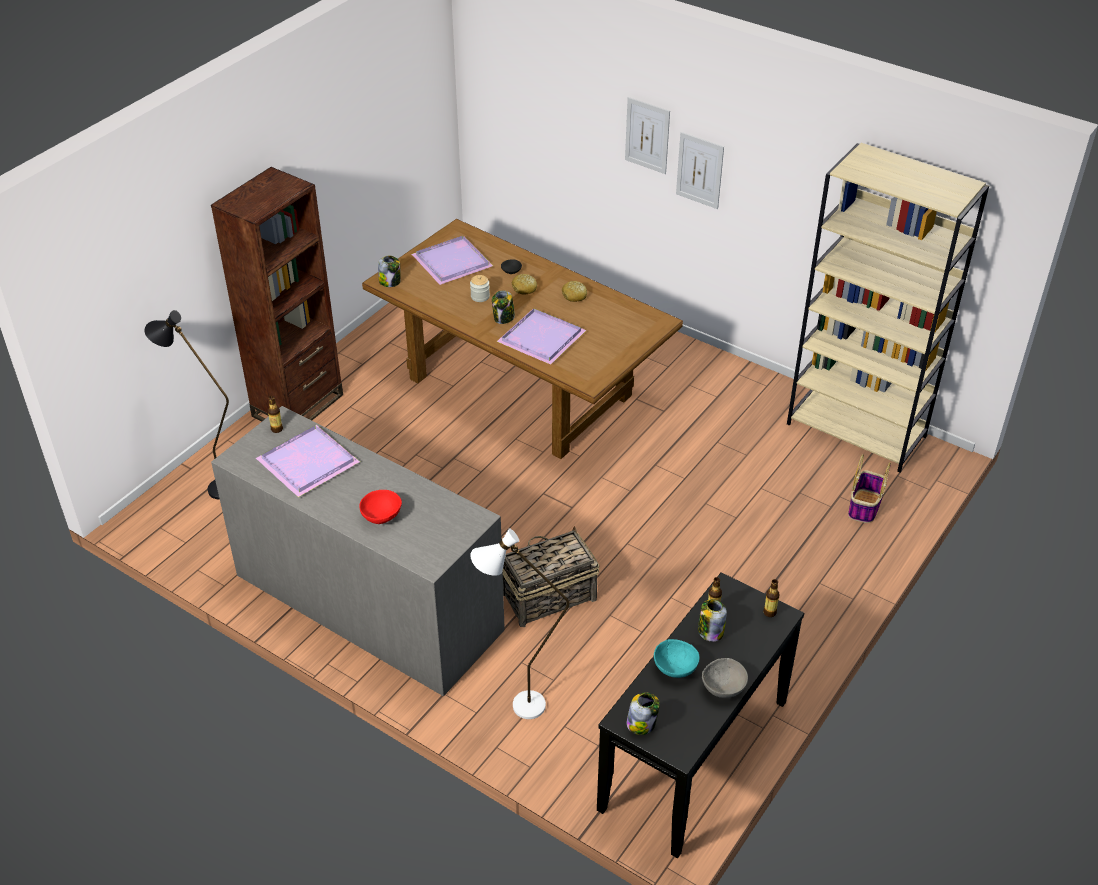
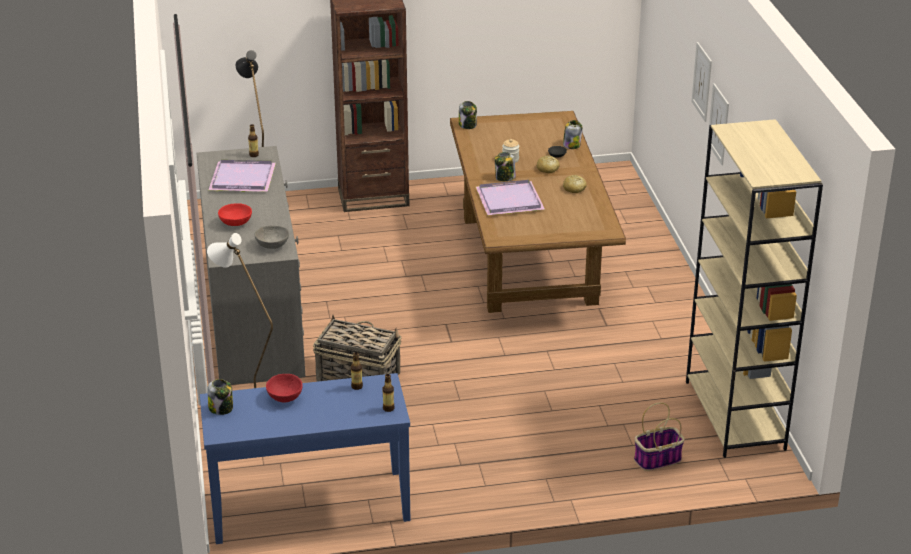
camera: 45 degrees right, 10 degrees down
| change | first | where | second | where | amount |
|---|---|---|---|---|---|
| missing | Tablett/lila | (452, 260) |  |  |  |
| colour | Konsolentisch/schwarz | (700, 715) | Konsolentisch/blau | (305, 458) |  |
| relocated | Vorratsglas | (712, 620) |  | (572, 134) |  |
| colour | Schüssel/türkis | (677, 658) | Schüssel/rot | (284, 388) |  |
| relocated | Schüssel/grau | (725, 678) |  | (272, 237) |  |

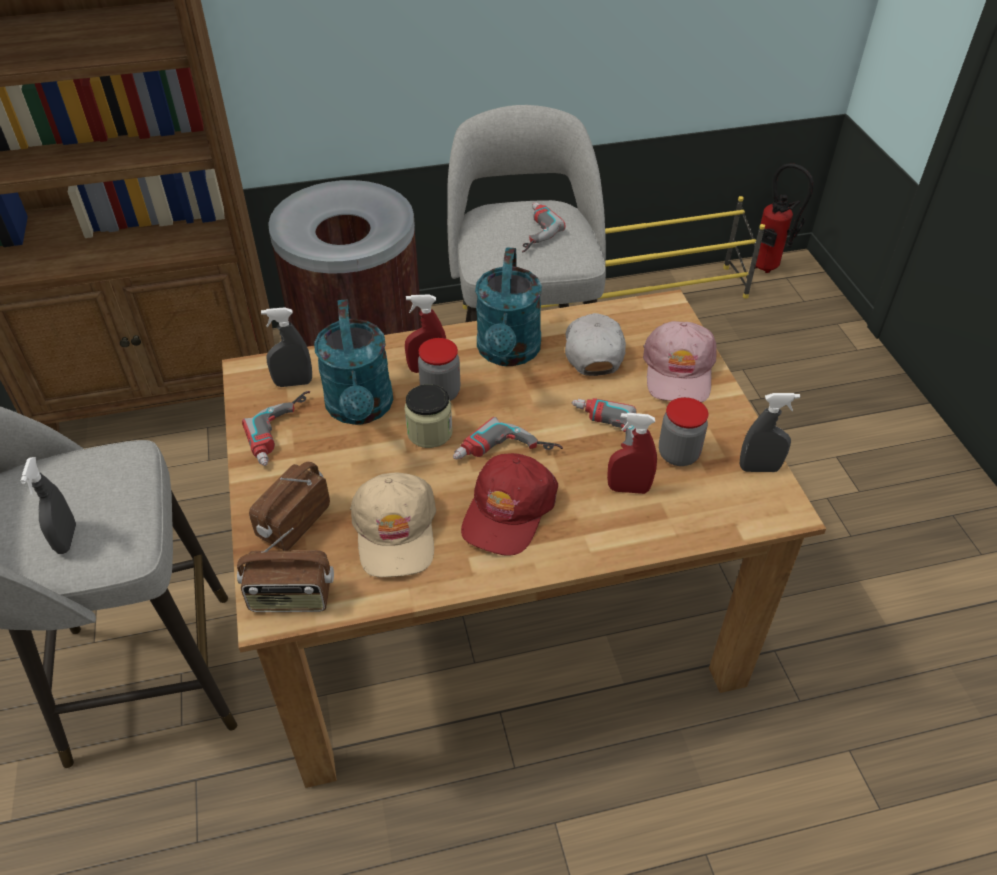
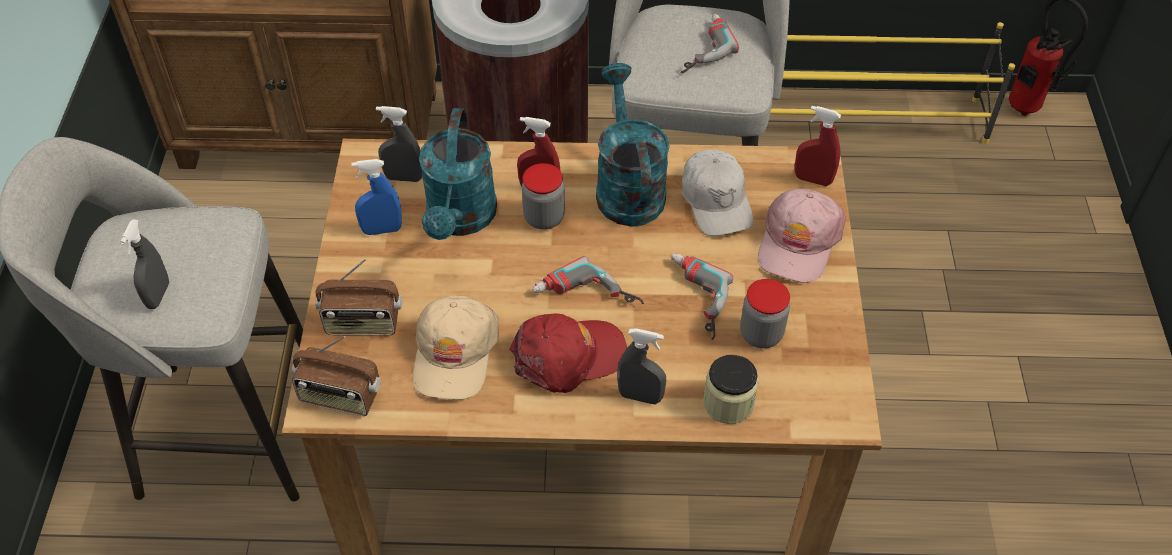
camera: 15 degrees right, 5 degrees up
| change | first | where | second | where | amount |
|---|---|---|---|---|---|
| spun | Gießkanne/türkis | (508, 306) |  | (633, 145) | 150 degrees clockwise |
| spun | Kappe/weiß | (595, 344) |  | (718, 192) | 150 degrees clockwise |
| relocated | Vorratsglas | (429, 416) |  | (730, 389) |  |
| exchanged | Bohrmaschine | (276, 428) | Sprühflasche/blau | (376, 197) |  |
| relocated | Sprühflasche/grau | (770, 432) |  | (641, 366) |  |
| relocated | Sprühflasche/rot | (632, 453) |  | (818, 146) |  |
| spun | Kappe/rot | (509, 504) |  | (568, 353) | 150 degrees counterclockwise |
| spun | Radio | (289, 506) |  | (358, 297) | 135 degrees counterclockwise |

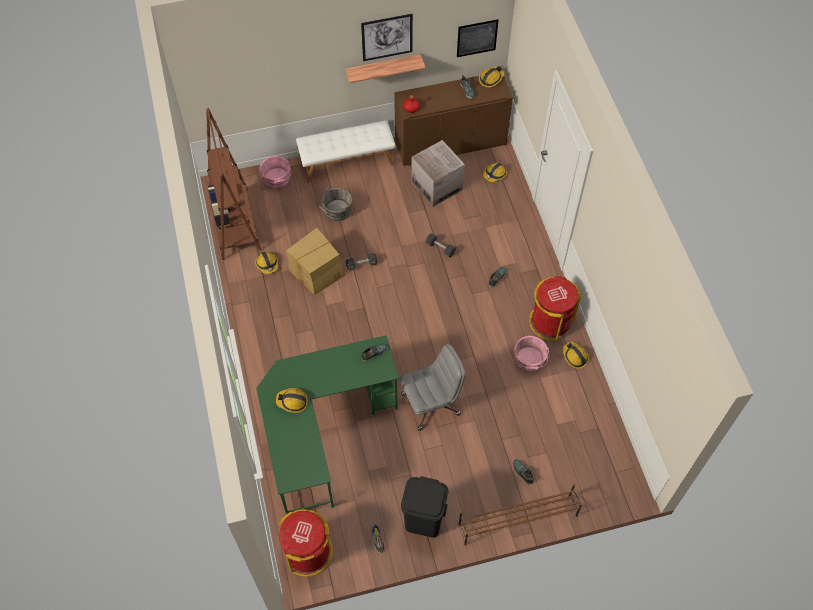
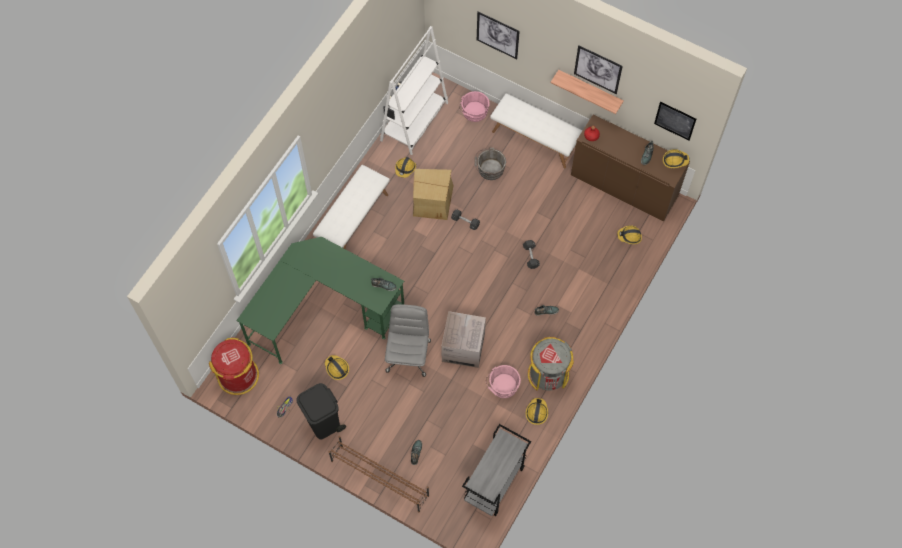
camera: 45 degrees right, 5 degrees up
| change | first | where | second | where | amount |
|---|---|---|---|---|---|
| colour | Bücherregal/braun | (234, 184) | Bücherregal/weiß | (414, 90) |  |
| relocated | Karton | (438, 173) |  | (463, 339) |  |
| colour | Mülleimer/rot | (555, 308) | Mülleimer/grau | (551, 363) |  |
| spun | Bürostuhl/grau | (433, 387) |  | (408, 340) | 105 degrees counterclockwise |
| relocated | Schutzhelm | (292, 400) |  | (337, 367) |  |
| appeared |  |  | Bild | (498, 35) |  |
| appeared |  |  | Bank/weiß | (351, 207) |  |
| appeared |  |  | Rollwagen/grau | (496, 470) |  |

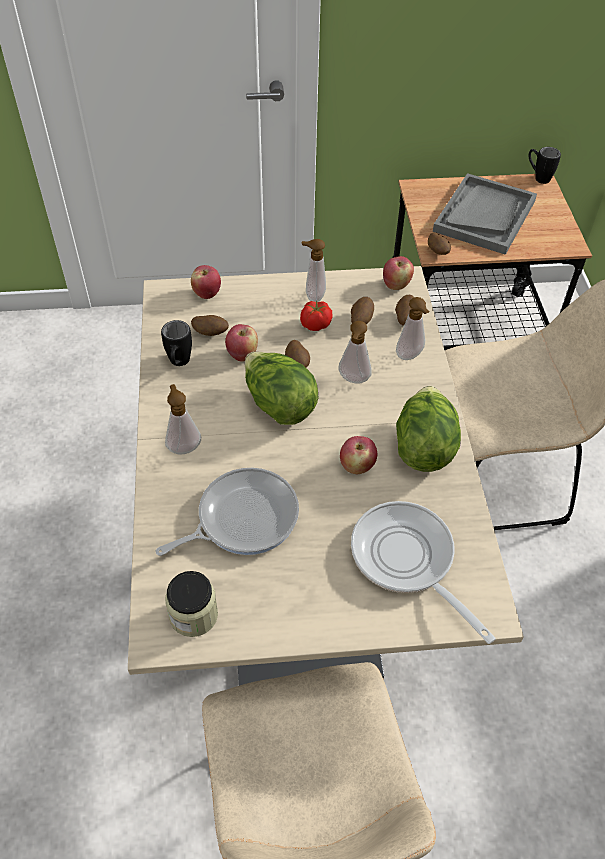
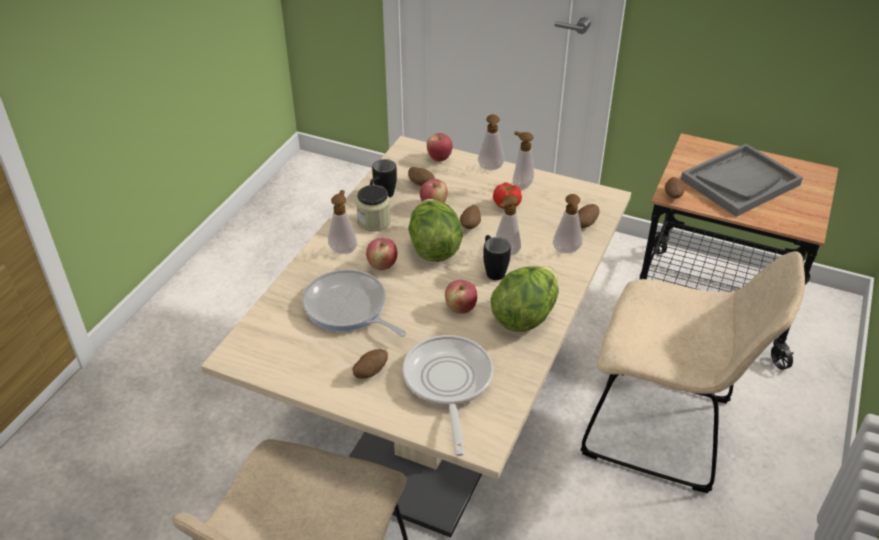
camera: 30 degrees right, 10 degrees down
| change | first | where | second | where | amount |
|---|---|---|---|---|---|
| relocated | Henkelbecher/schwarz | (545, 165) |  | (497, 257) |  |
| relocated | Apfel | (398, 273) |  | (381, 254) |  |
| relocated | Kartoffel | (362, 310) |  | (370, 364) |  |
| spun | Pfanne | (227, 512) |  | (354, 303) | 135 degrees counterclockwise |
| relocated | Vorratsglas | (191, 604) |  | (373, 208) |  |
| appeared |  |  | Seifenspender | (491, 142) |  |

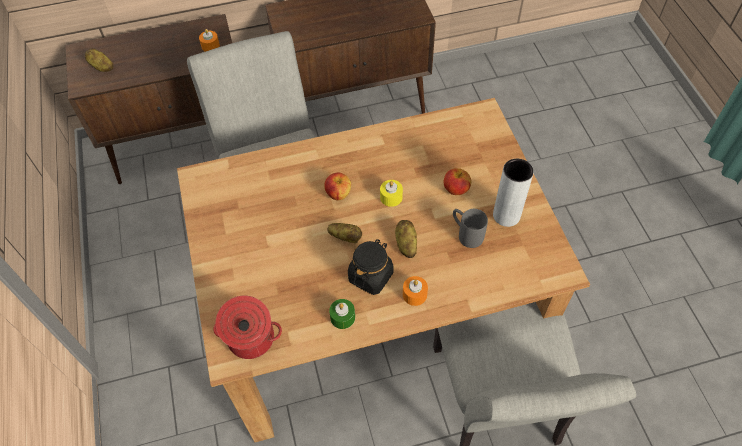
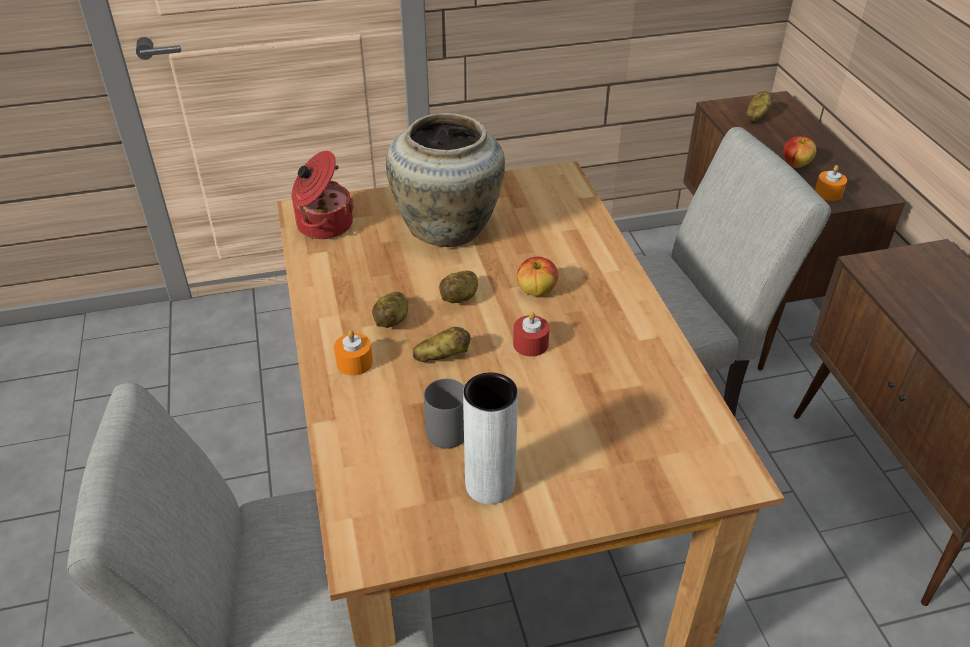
camera: 90 degrees right, 15 degrees down
| change | first | where | second | where | amount |
|---|---|---|---|---|---|
| relocated | Apfel | (457, 181) |  | (800, 152) |  |
| colour | Kerze/gelb | (391, 193) | Kerze/rot | (531, 334) |  |
| exchanged | Vorratsglas/schwarz | (371, 267) | Kartoffel | (390, 310) |  |
| missing | Kerze/grün | (342, 314) |  |  |  |
| appeared |  |  | Vase/beige | (445, 180) |  |

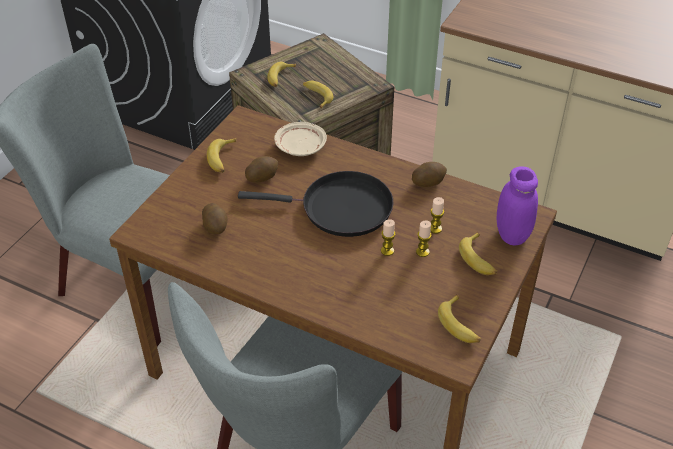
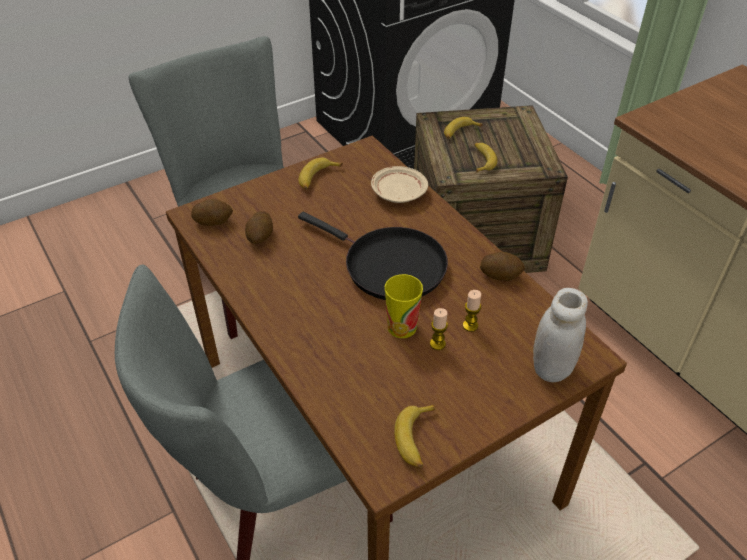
camera: 30 degrees right, 0 degrees up
| change | first | where | second | where | amount |
|---|---|---|---|---|---|
| relocated | Kartoffel | (261, 169) |  | (212, 212) |  |
| colour | Vorratsglas/lila | (517, 206) | Vorratsglas/weiß | (560, 335) |  |
| exchanged | Kerze | (388, 237) | Tasse | (404, 306) |  |
| missing | Banane | (478, 253) |  |  |  |

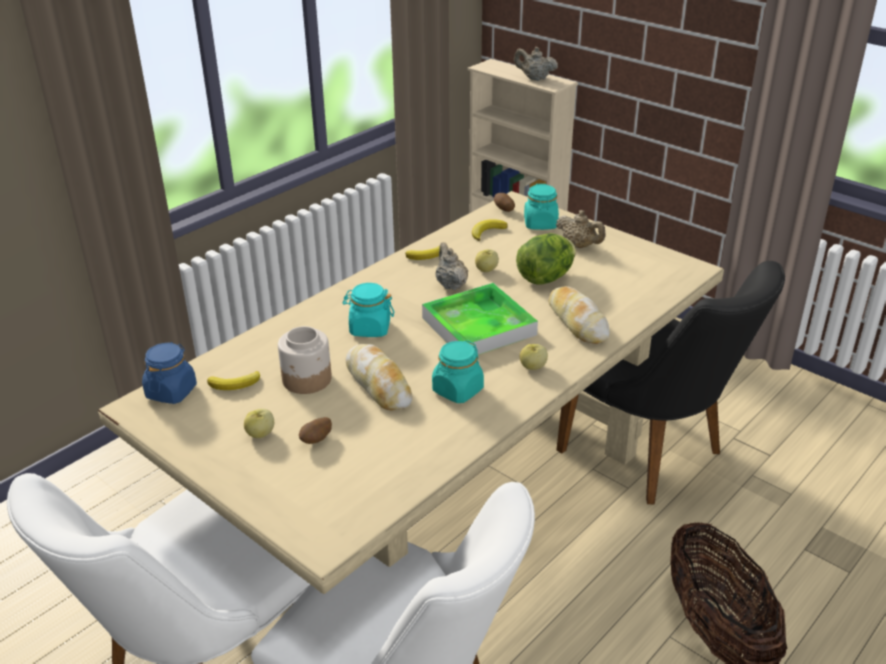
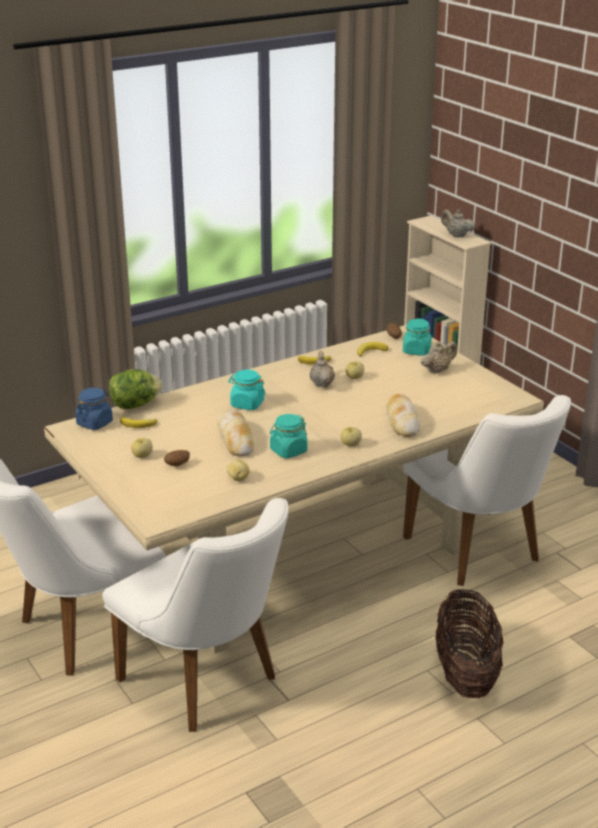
camera: 15 degrees right, 5 degrees down
| change | first | where | second | where | amount |
|---|---|---|---|---|---|
| spun | Teekanne/beige | (580, 229) |  | (439, 357) | 90 degrees counterclockwise |
| relocated | Salatkopf | (546, 258) |  | (135, 389) |  |
| colour | Stuhl/schwarz | (670, 382) | Stuhl/weiß | (487, 490) |  |
| missing | Tablett | (480, 319) |  |  |  |
| missing | Vorratsglas | (305, 360) |  |  |  |
| appeared |  |  | Kartoffel | (238, 470) |  |

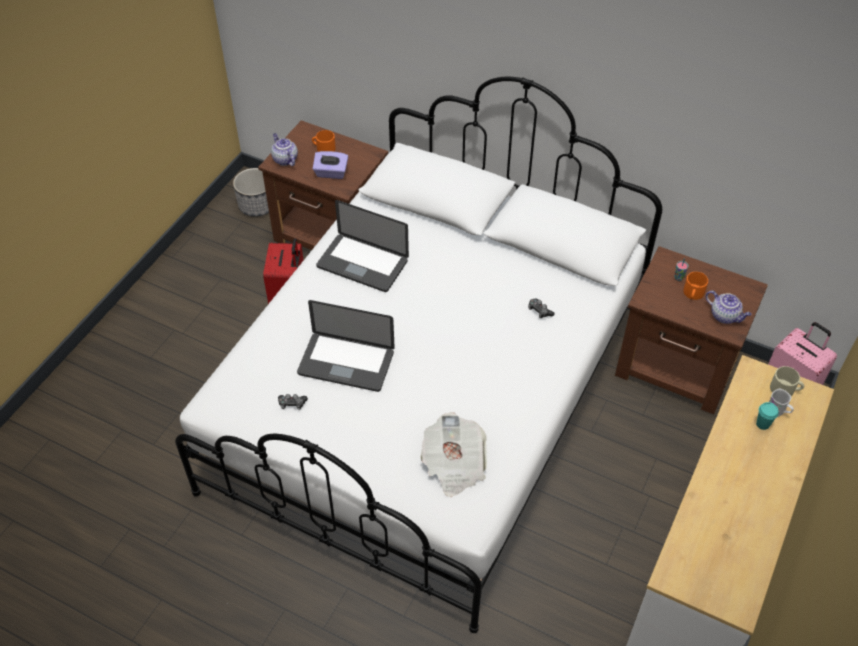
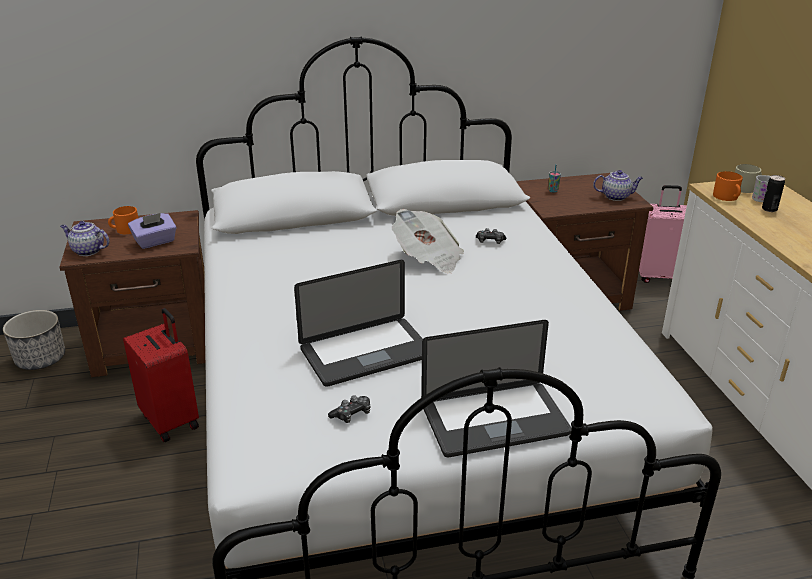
camera: 40 degrees left, 20 degrees down
| change | first | where | second | where | amount |
|---|---|---|---|---|---|
| relocated | Laptop | (362, 246) |  | (496, 388) |  |
| relocated | Henkelbecher/orange | (695, 286) |  | (728, 186) |  |
| exchanged | Tasse/türkis | (767, 416) | Dose | (773, 193) |  |
| relocated | Zeitung | (453, 454) |  | (428, 241) |  |

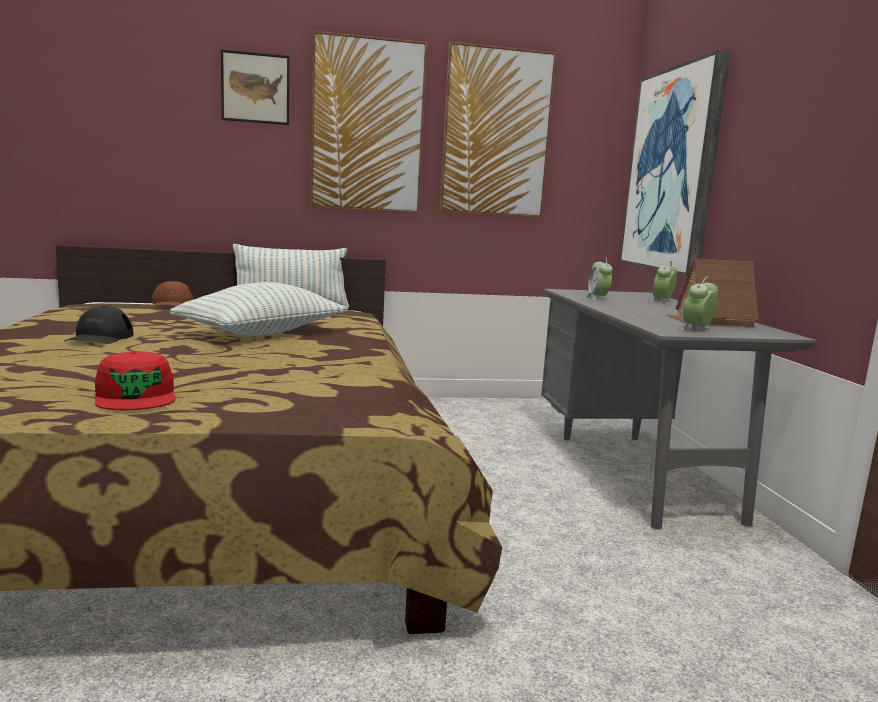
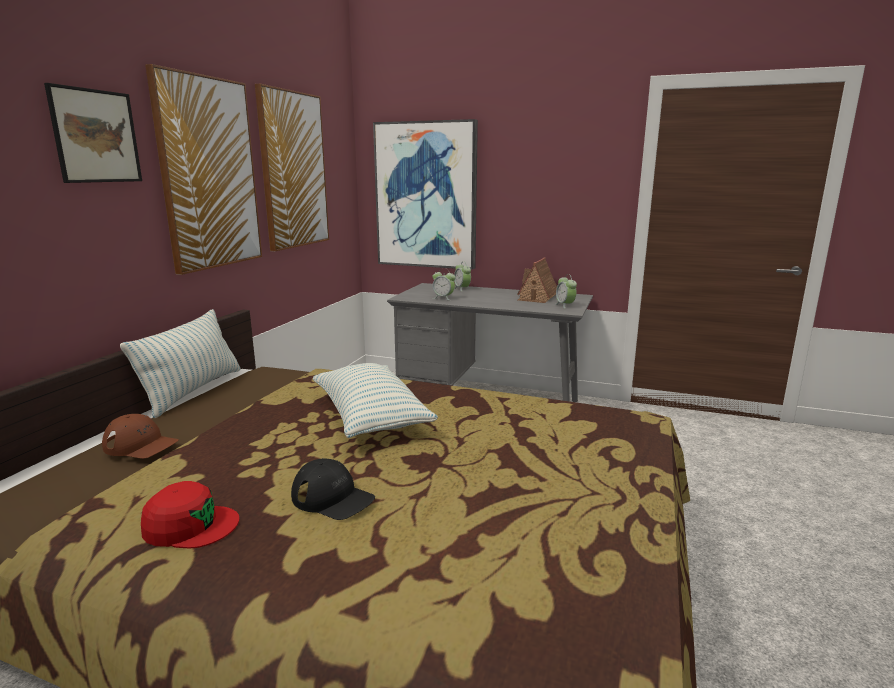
camera: 60 degrees left, 5 degrees up
| change | first | where | second | where | amount |
|---|---|---|---|---|---|
| relocated | Kappe/rot | (135, 381) |  | (190, 515) |  |

